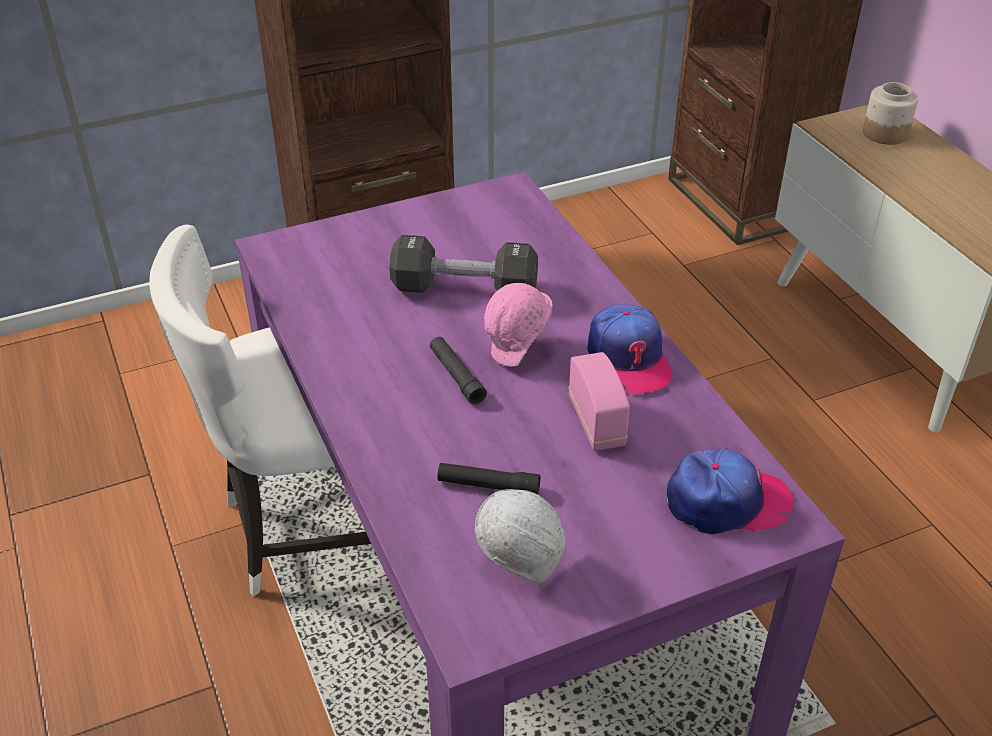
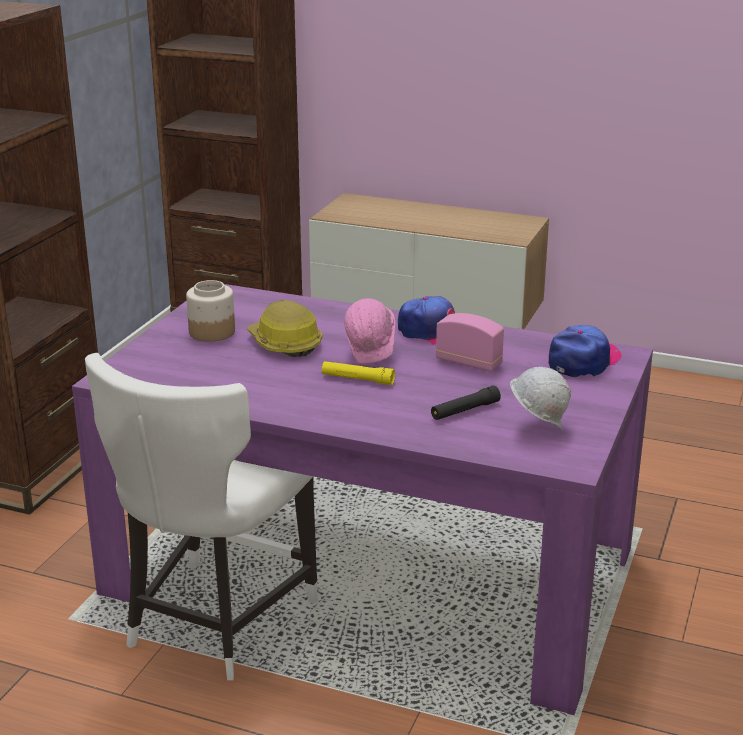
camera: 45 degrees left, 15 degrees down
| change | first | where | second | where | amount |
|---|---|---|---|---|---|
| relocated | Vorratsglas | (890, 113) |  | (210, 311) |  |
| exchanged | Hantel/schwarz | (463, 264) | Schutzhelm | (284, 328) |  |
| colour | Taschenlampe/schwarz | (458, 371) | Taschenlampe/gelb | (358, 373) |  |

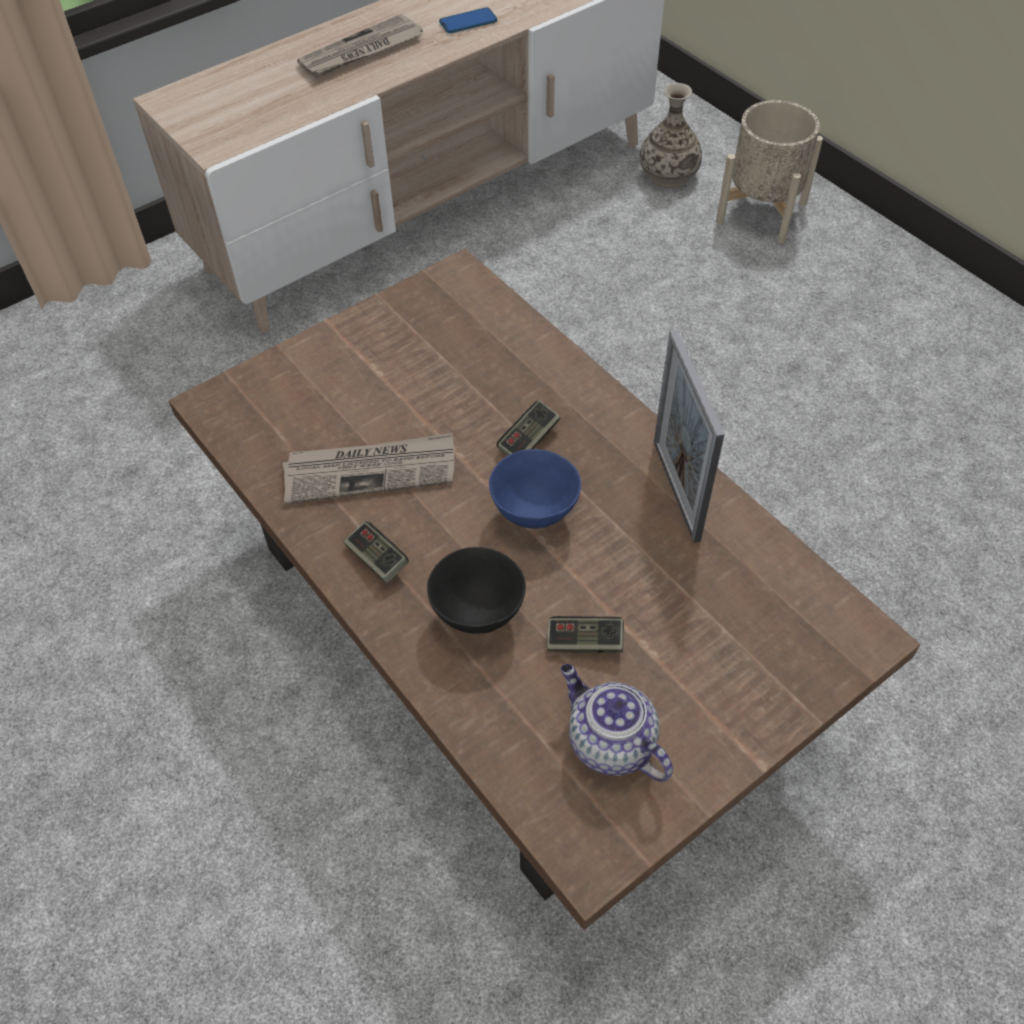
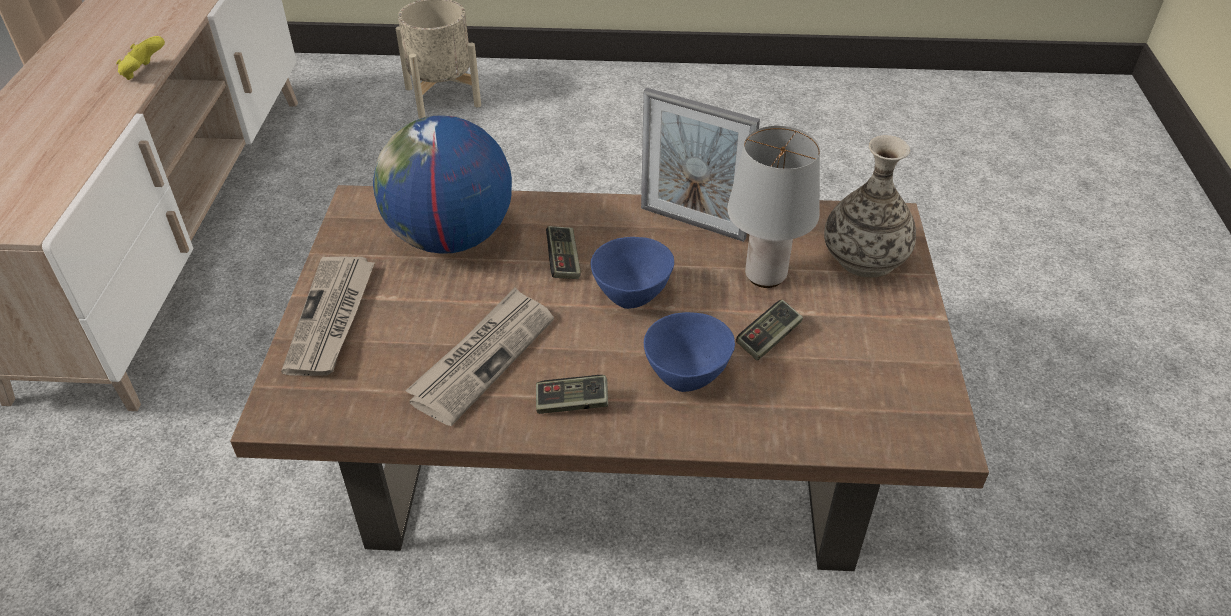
camera: 50 degrees left, 10 degrees down
| change | first | where | second | where | amount |
|---|---|---|---|---|---|
| missing | Handy | (468, 20) |  |  |  |
| relocated | Zeitung | (360, 46) |  | (328, 316) |  |
| relocated | Vase | (671, 135) |  | (870, 206) |  |
| colour | Schüssel/schwarz | (476, 590) | Schüssel/blau | (689, 352) |  |
| missing | Teekanne | (617, 723) |  |  |  |
| appeared |  |  | Gamepad/gelb | (140, 58) |  |
| appeared |  |  | Globus | (442, 184) |  |
| appeared |  |  | Tischlampe/grau | (773, 207) |  |

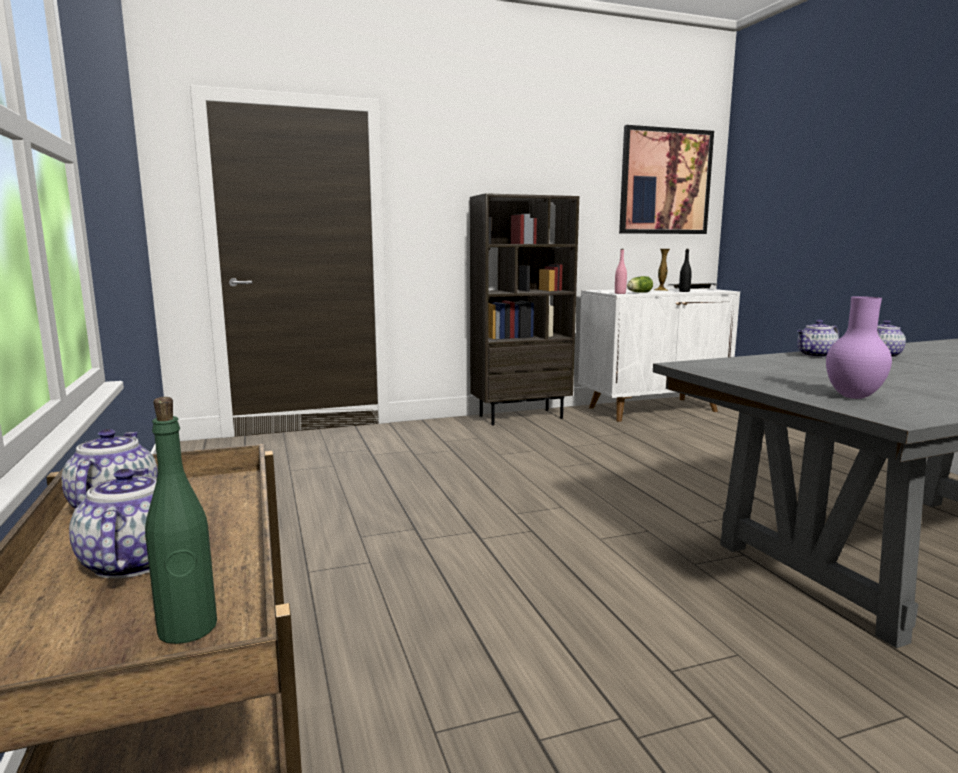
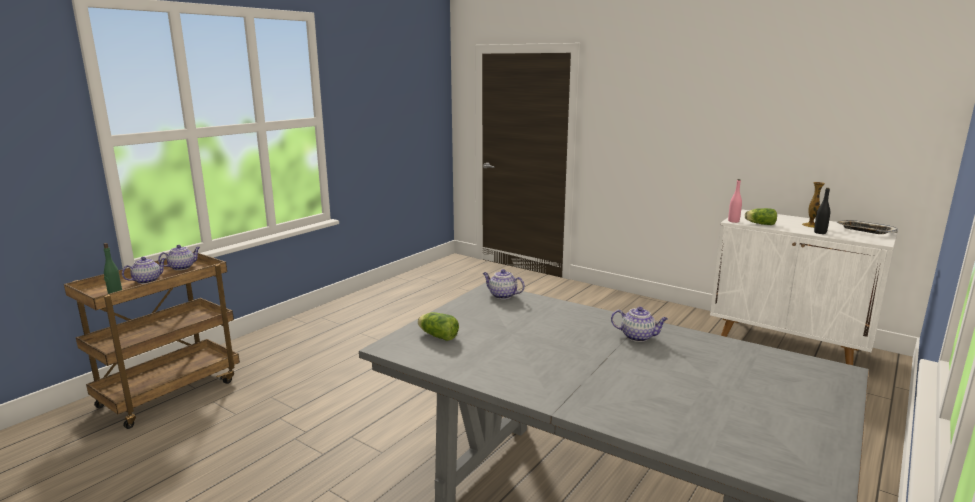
camera: 55 degrees right, 5 degrees up
| change | first | where | second | where | amount |
|---|---|---|---|---|---|
| missing | Bild | (666, 179) |  |  |  |
| missing | Bücherregal/braun | (524, 309) |  |  |  |
| exchanged | Vase/lila | (859, 347) | Salatkopf | (438, 326) |  |
| relocated | Teekanne | (818, 338) |  | (504, 284) |  |

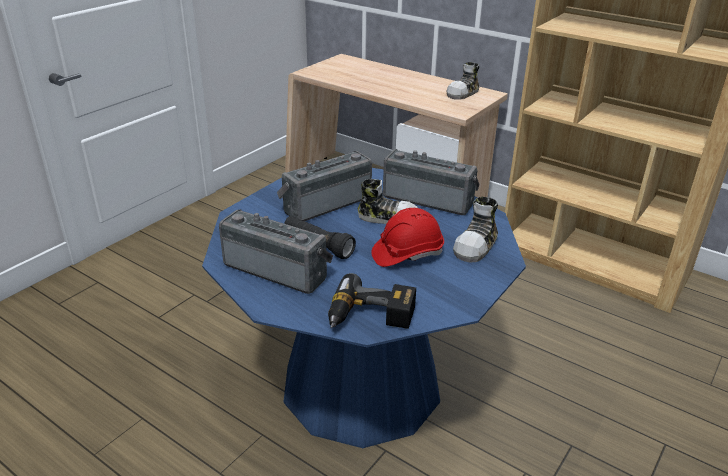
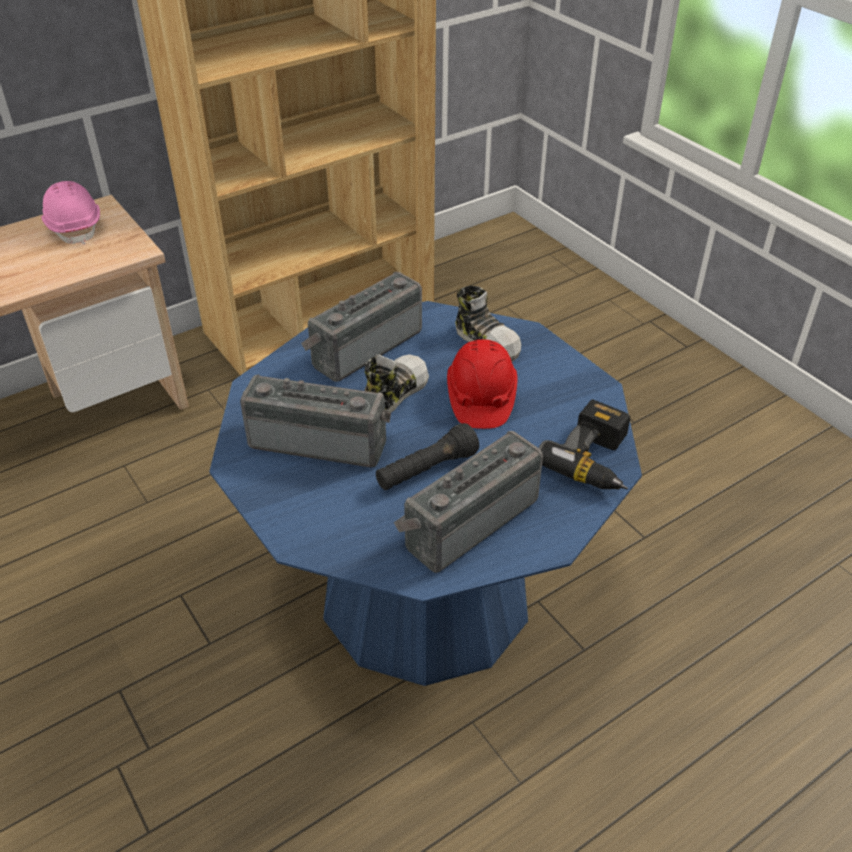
camera: 70 degrees left, 10 degrees up
| change | first | where | second | where | amount |
|---|---|---|---|---|---|
| exchanged | Schuh | (462, 81) | Schutzhelm/rosa | (70, 213) |  |
| spun | Radio | (324, 186) |  | (315, 420) | 120 degrees clockwise |

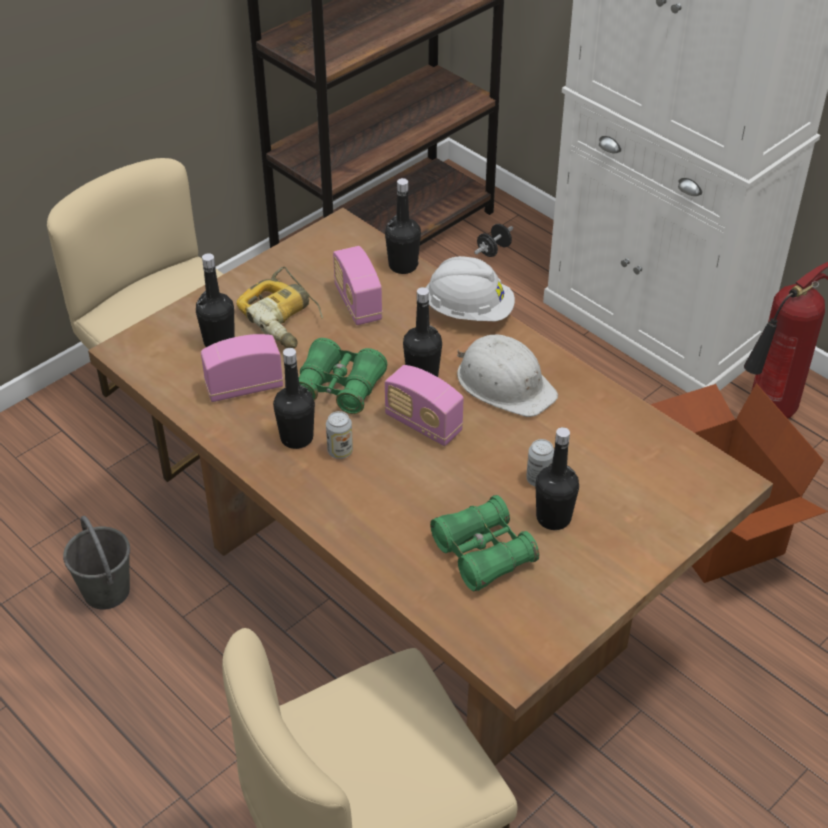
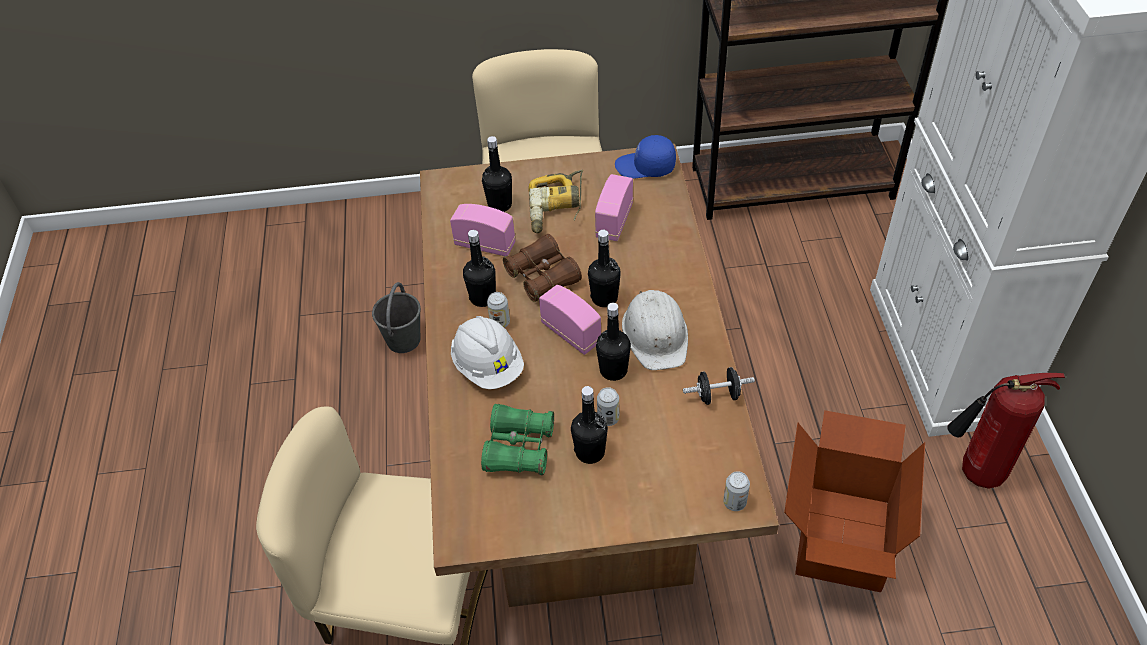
camera: 40 degrees right, 5 degrees up
| change | first | where | second | where | amount |
|---|---|---|---|---|---|
| relocated | Flasche/schwarz | (403, 226) |  | (613, 342) |  |
| relocated | Hantel/schwarz | (493, 240) |  | (719, 386) |  |
| relocated | Schutzhelm/weiß | (470, 288) |  | (487, 352) |  |
| colour | Fernglas/grün | (343, 376) | Fernglas/braun | (542, 268) |  |
| spun | Radio | (424, 405) |  | (570, 320) | 150 degrees clockwise |
| appeared |  |  | Kappe/blau | (645, 157) |  |
| appeared |  |  | Dose | (736, 491) |  |

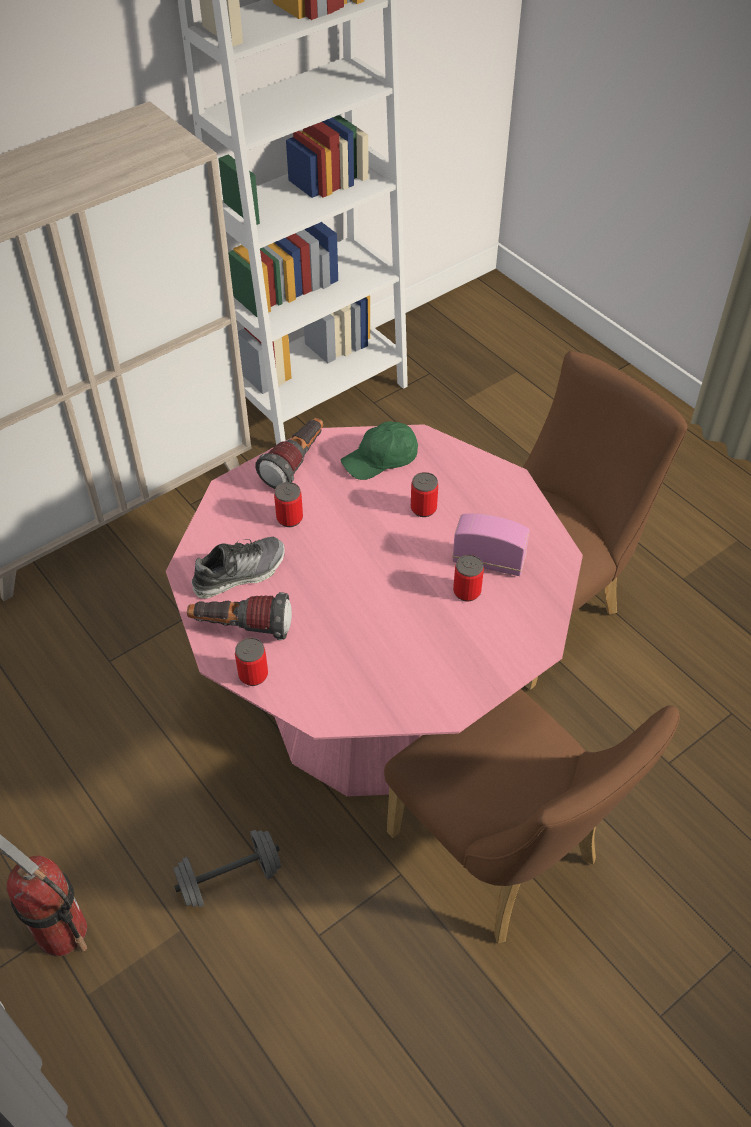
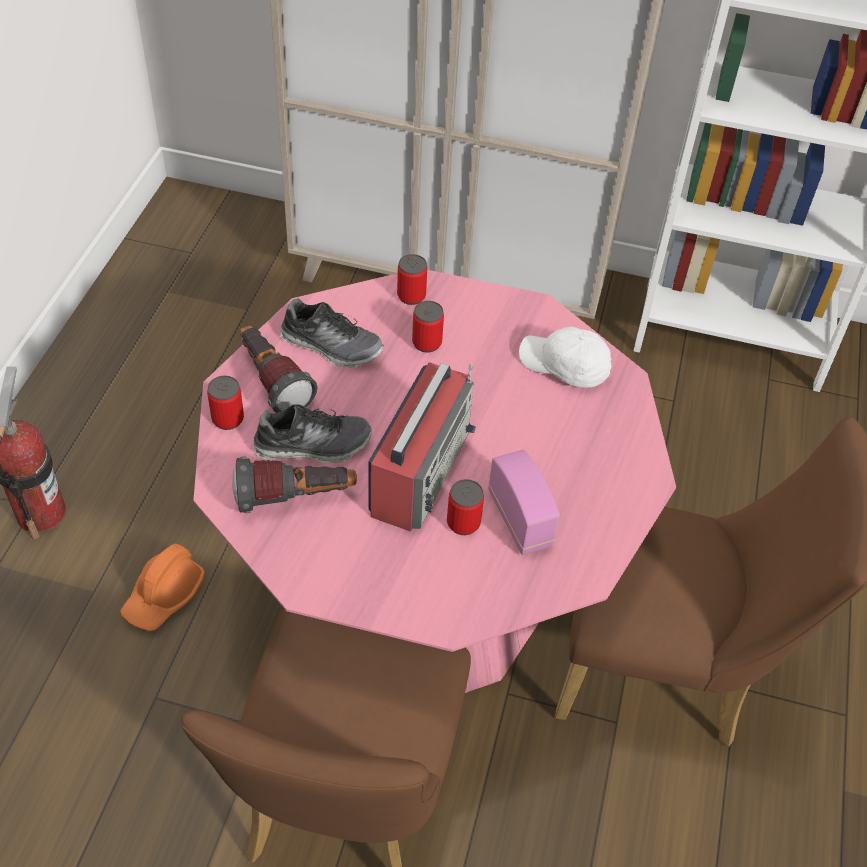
camera: 50 degrees right, 0 degrees up
| change | first | where | second | where | amount |
|---|---|---|---|---|---|
| relocated | Taschenlampe | (289, 453) |  | (294, 485) |  |
| colour | Kappe/grün | (379, 451) | Kappe/weiß | (565, 356) |  |
| relocated | Dose | (424, 494) |  | (412, 279) |  |
| exchanged | Hantel/grau | (227, 869) | Schutzhelm/orange | (162, 587) |  |
| appeared |  |  | Radio | (422, 447) |  |
| appeared |  |  | Schuh | (312, 433) |  |

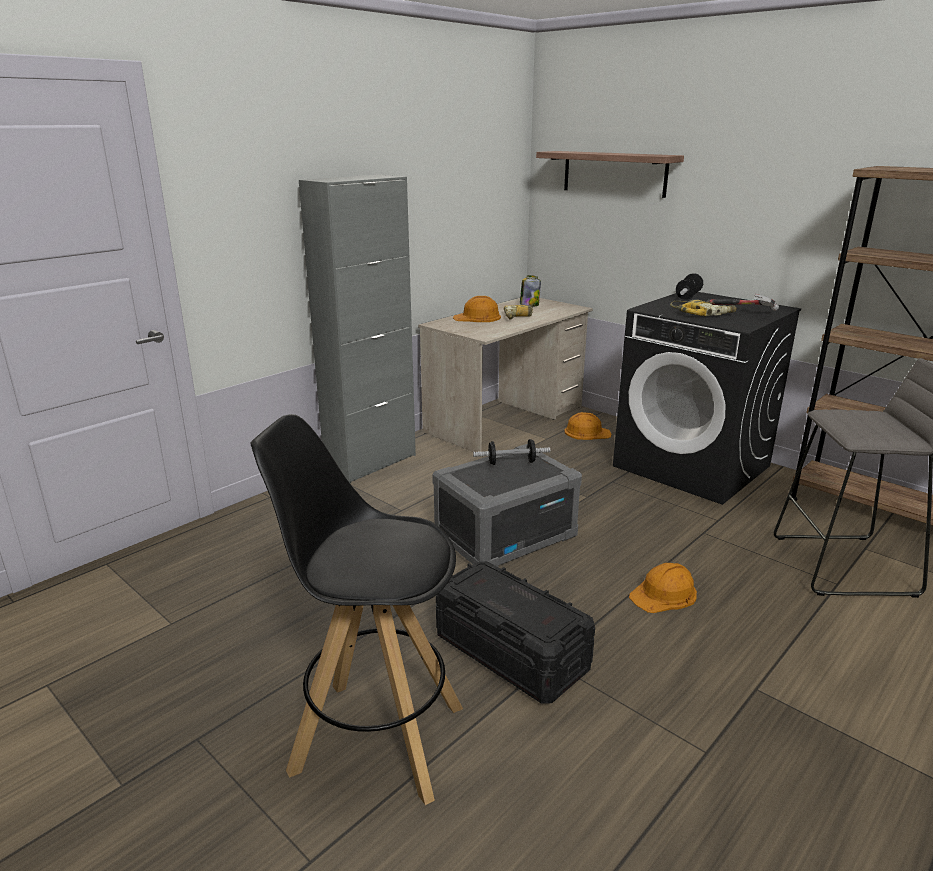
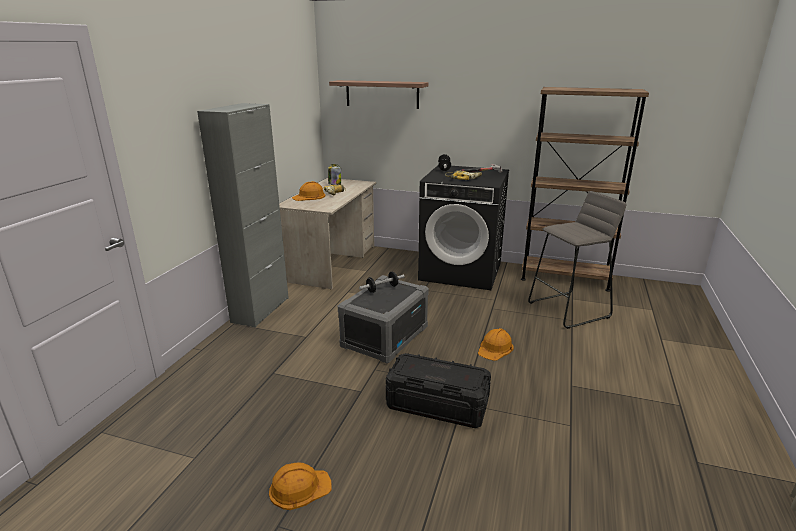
camera: 25 degrees left, 0 degrees up
| change | first | where | second | where | amount |
|---|---|---|---|---|---|
| relocated | Schutzhelm/orange | (588, 426) |  | (300, 486) |  |
| missing | Hocker/schwarz | (356, 609) |  |  |  |

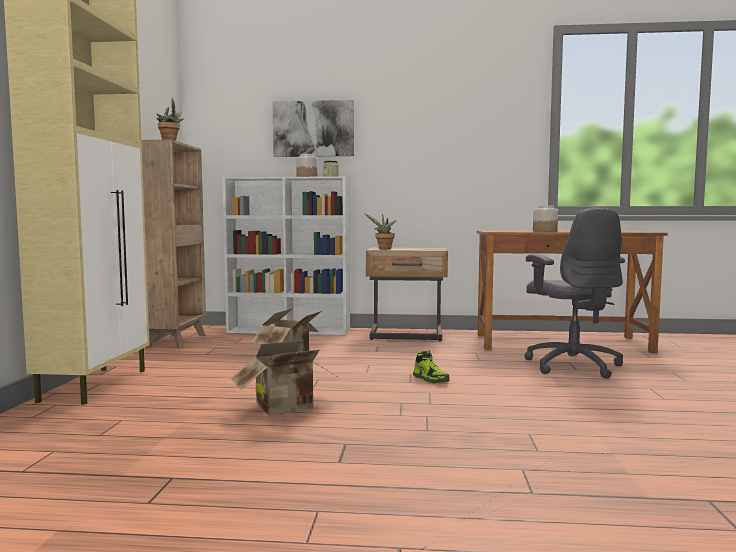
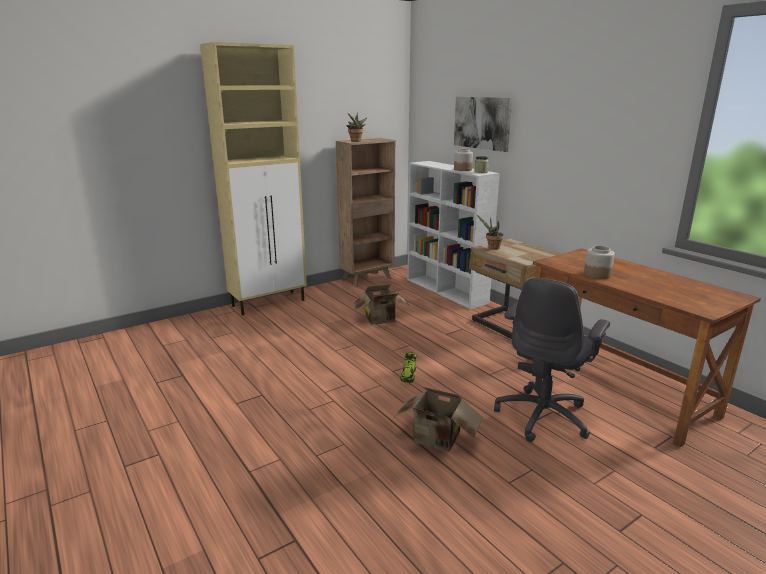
camera: 50 degrees right, 15 degrees up
| change | first | where | second | where | amount |
|---|---|---|---|---|---|
| relocated | Karton | (285, 377) |  | (438, 419) |  |

